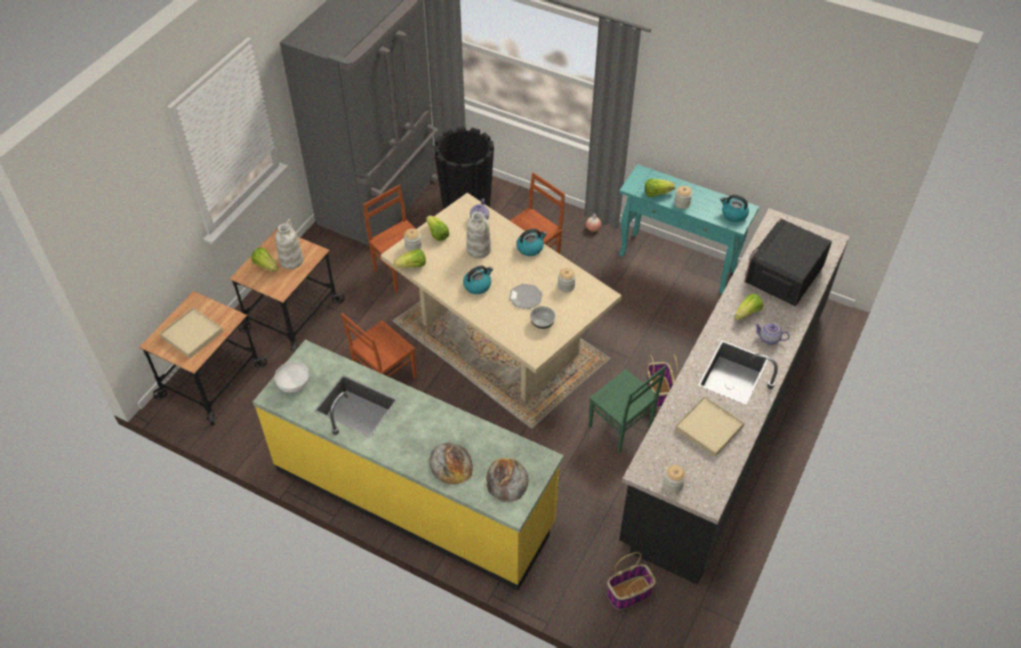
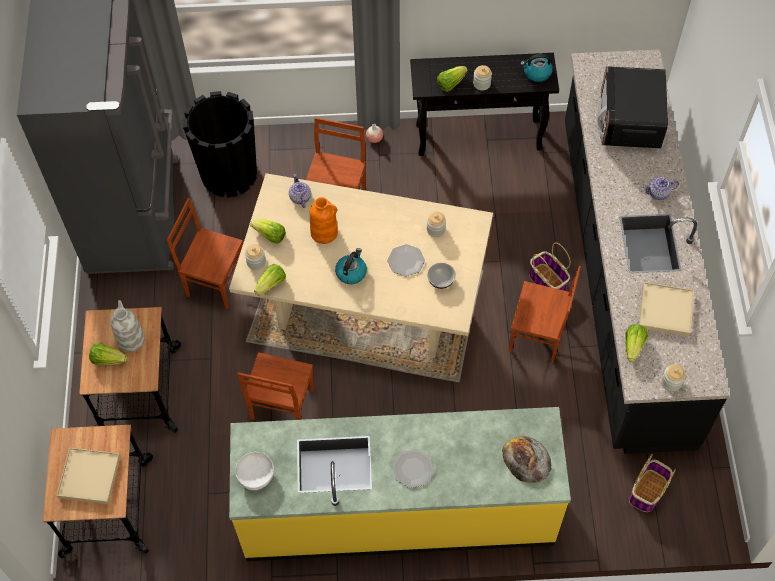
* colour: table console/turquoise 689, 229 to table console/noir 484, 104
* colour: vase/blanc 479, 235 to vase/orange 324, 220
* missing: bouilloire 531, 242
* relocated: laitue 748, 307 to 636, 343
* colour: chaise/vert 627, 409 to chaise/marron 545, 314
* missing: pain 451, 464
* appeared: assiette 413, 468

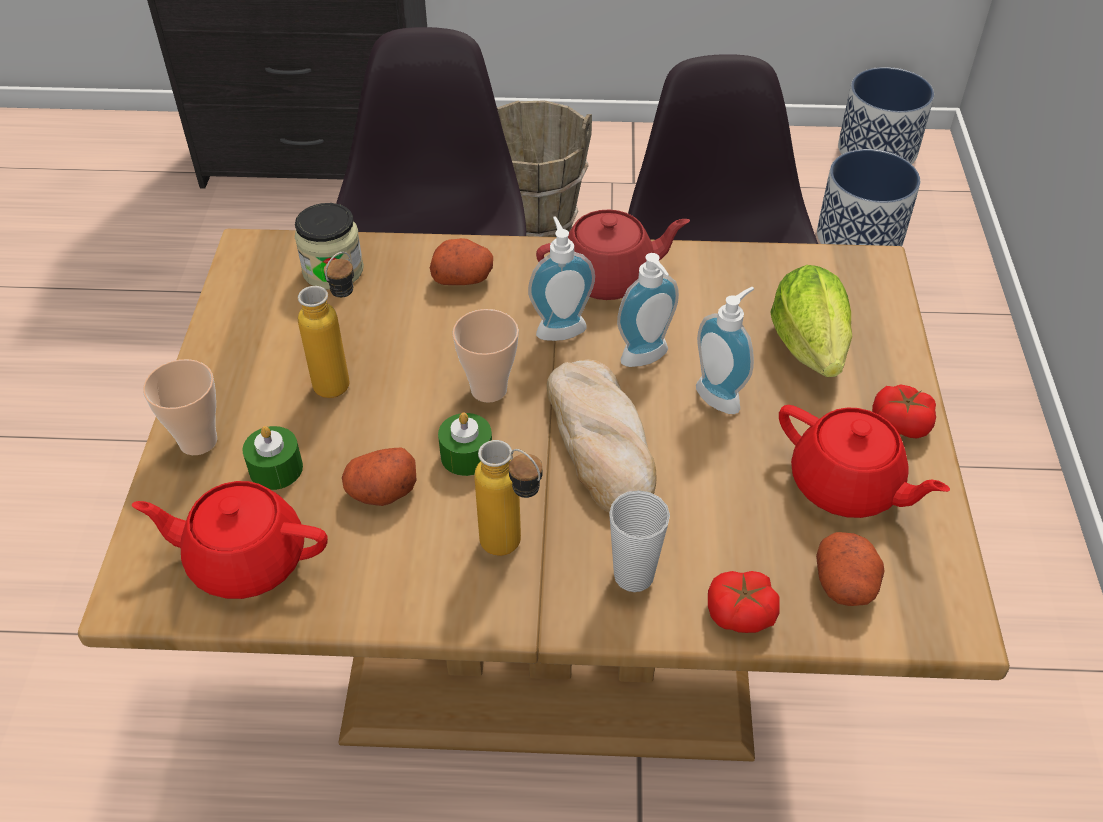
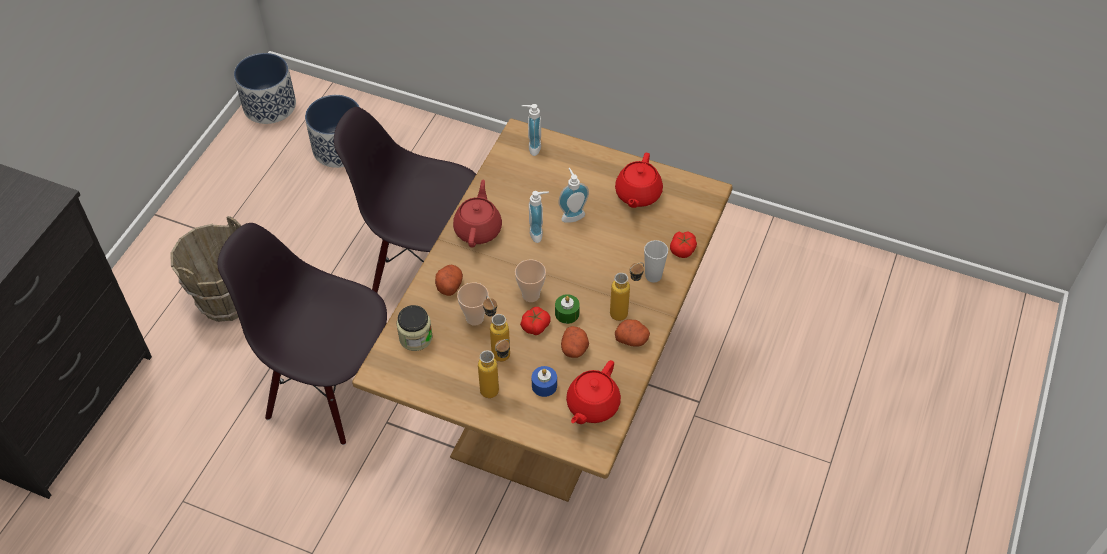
* relocated: distributeur de savon 561, 278 to 531, 130
* missing: laitue 811, 321
* relocated: tasse 180, 407 to 473, 304
* missing: pain 602, 436
* relocated: tomate 904, 411 to 535, 321
* spun: théière/rouge 864, 461 = 639, 180 135 degrees clockwise
* colour: bougie/vert 272, 458 to bougie/bleu 544, 381
* relocated: pomme de terre 850, 569 to 632, 333
* appeared: bouteille 494, 368

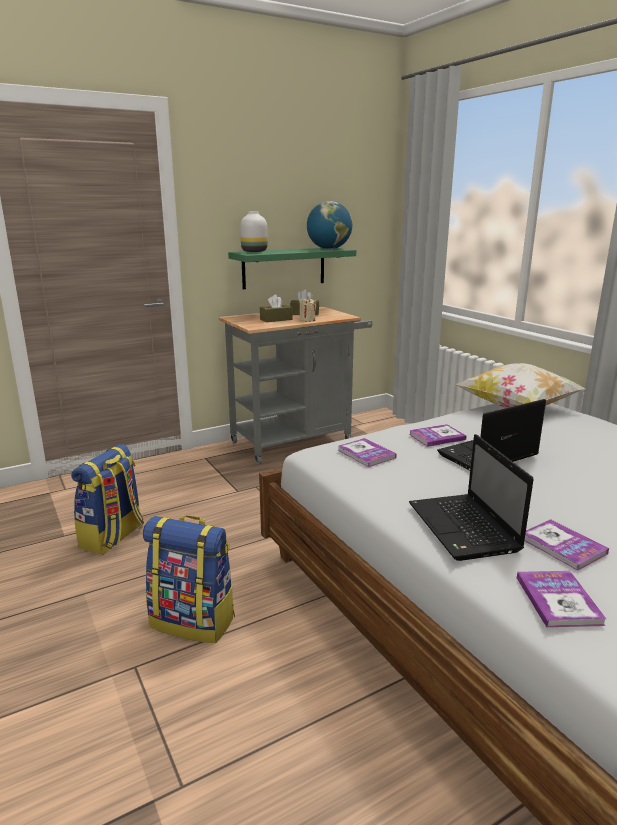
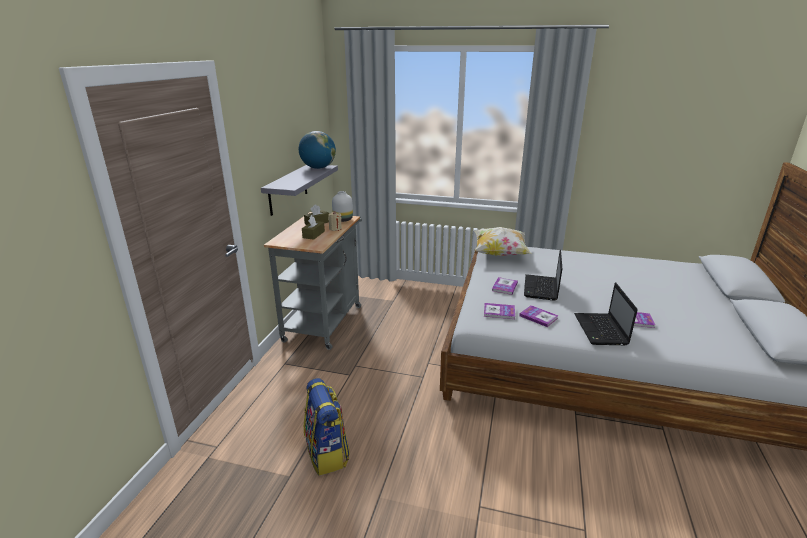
* relocated: vase/blanc 254, 232 to 342, 206
* colour: étagère/vert 292, 268 to étagère/gris 299, 190
* spun: ordinateur portable 471, 497 = 606, 314 60 degrees clockwise
* missing: sac à dos 189, 579
* relocated: livre 561, 599 to 539, 316

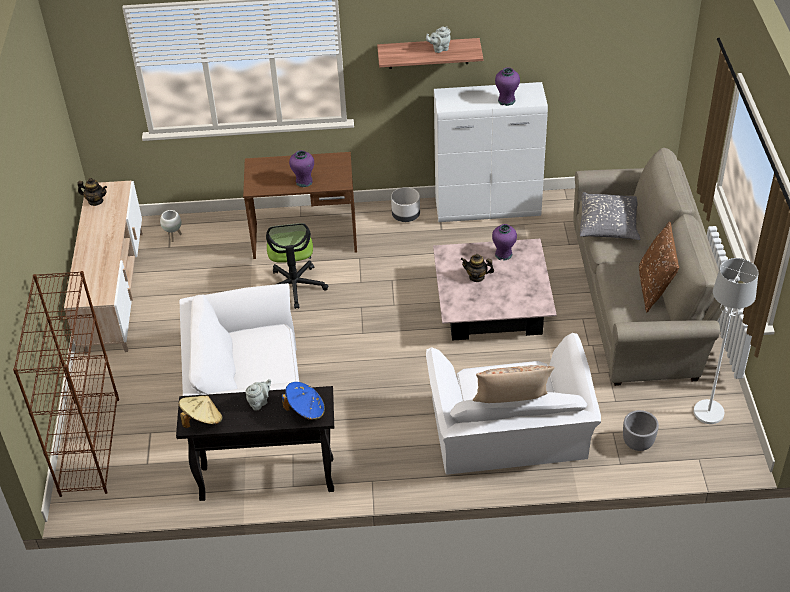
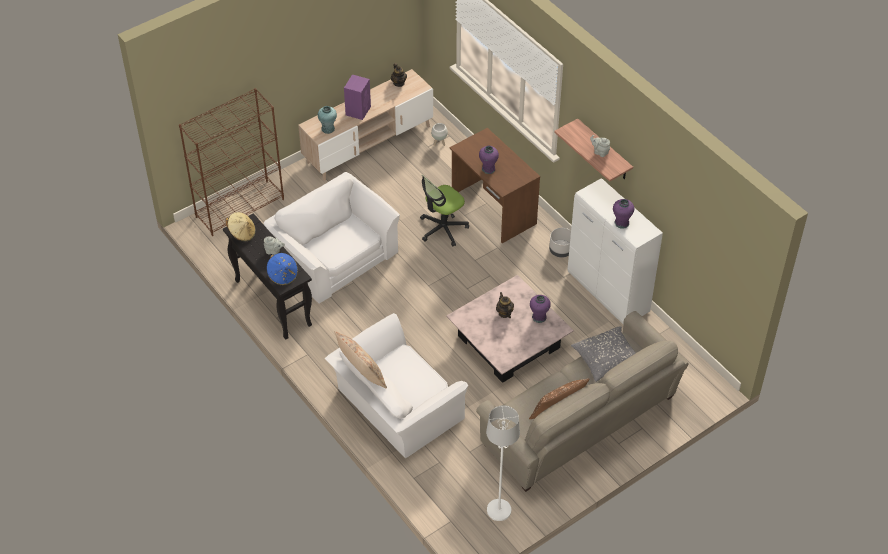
* missing: cache-pot/gris 641, 430
* appeared: enceinte/violet 357, 97
* appeared: vase/turquoise 327, 120

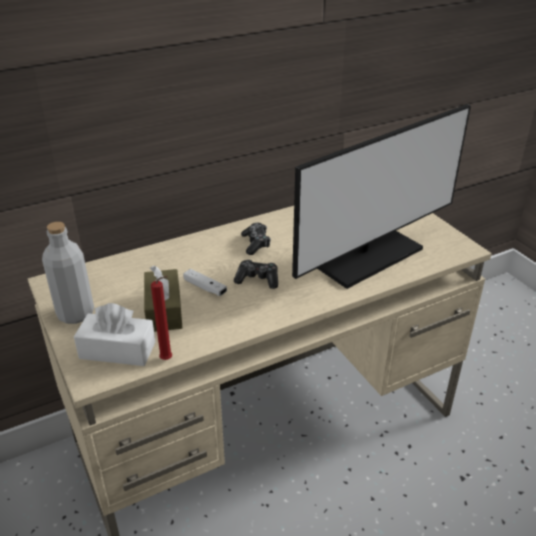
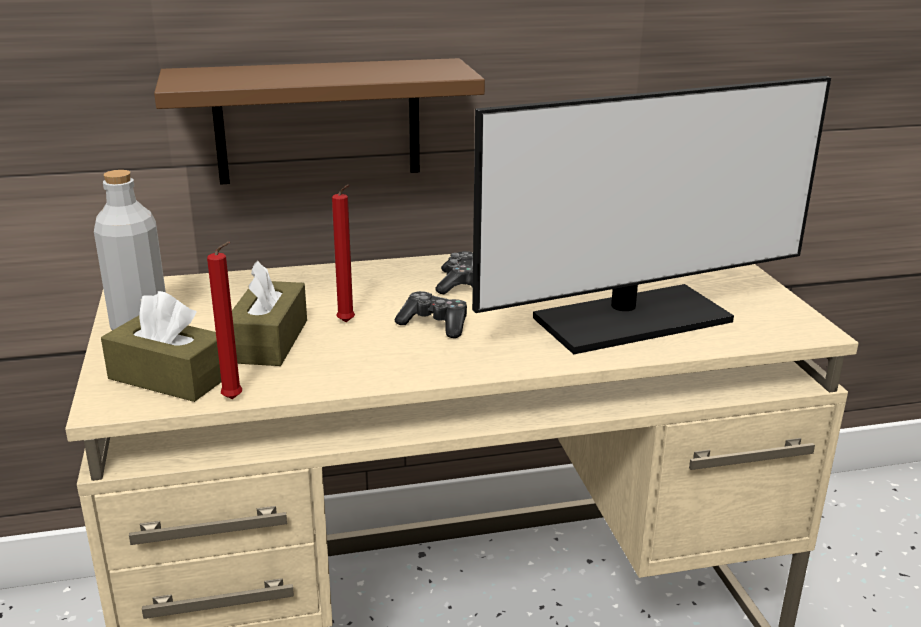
* exchanged: manette/blanc 205, 282 to bougie/rouge 343, 253
* colour: boîte à mouchoirs/blanc 114, 334 to boîte à mouchoirs/marron 161, 346
* appeared: étagère/marron 319, 121

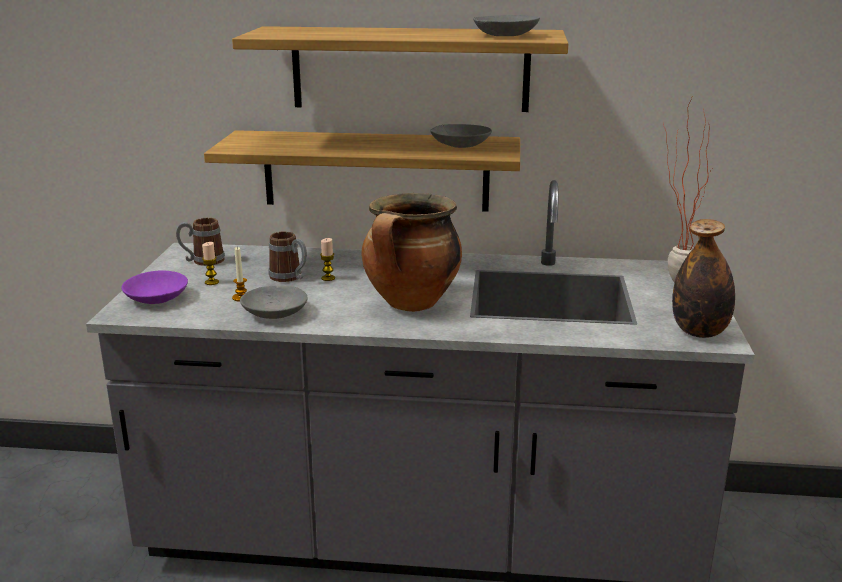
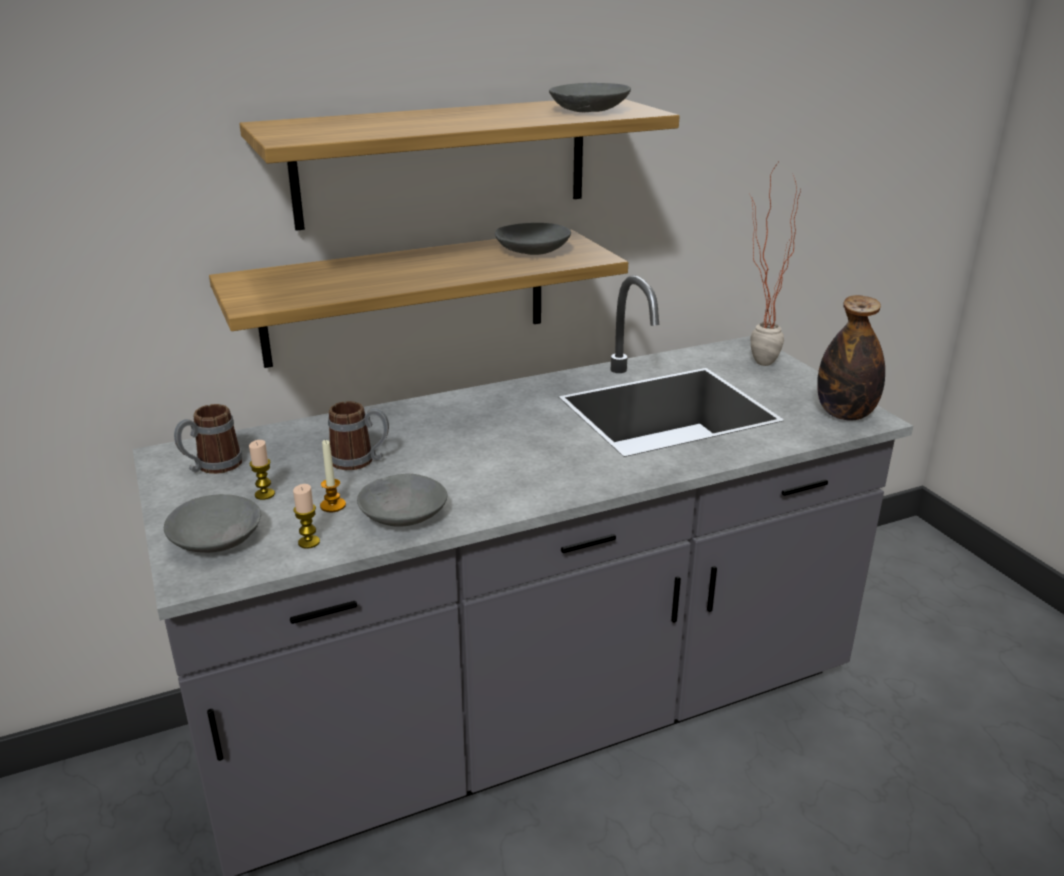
* missing: marmite 412, 252
* relocated: bougie 327, 259 to 306, 516
* colour: bol/violet 154, 287 to bol/gris 212, 523

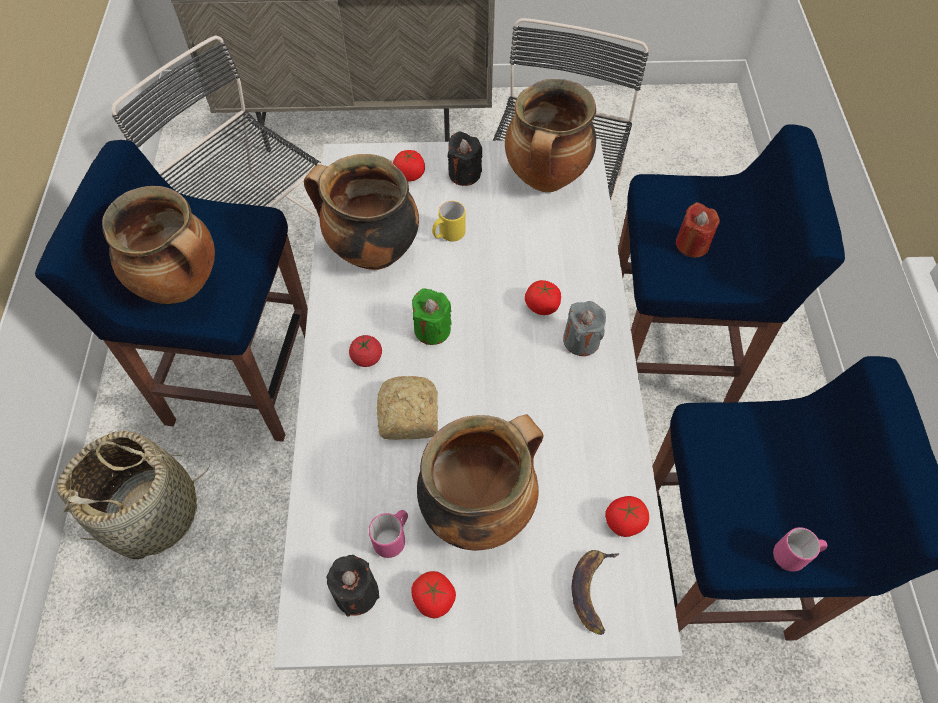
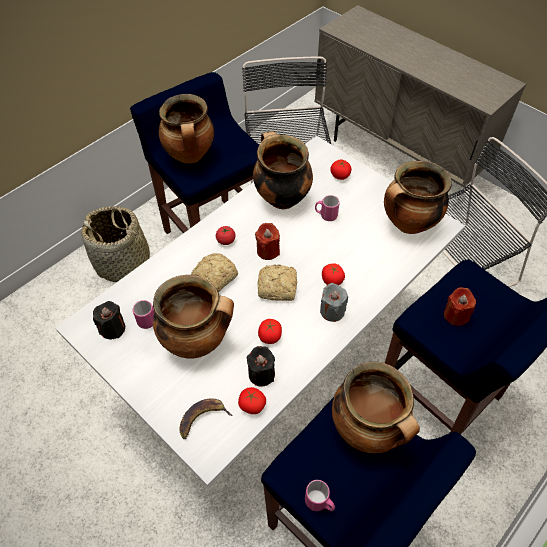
* relocated: bougie/noir 465, 159 to 261, 366
* colour: mug/jaune 449, 221 to mug/rose 327, 208
* colour: bougie/vert 431, 316 to bougie/rouge 267, 241
* relocated: tomate 433, 595 to 270, 331
* appeared: pain 277, 282
* appeared: marmite 376, 407

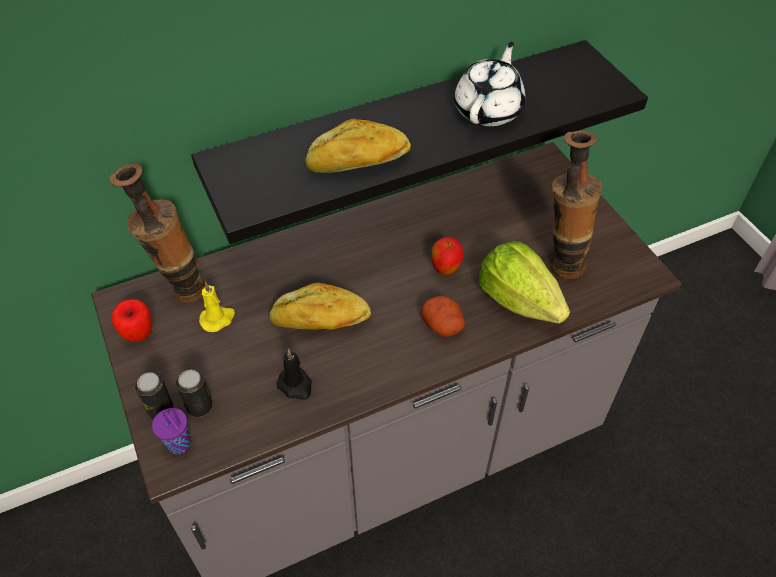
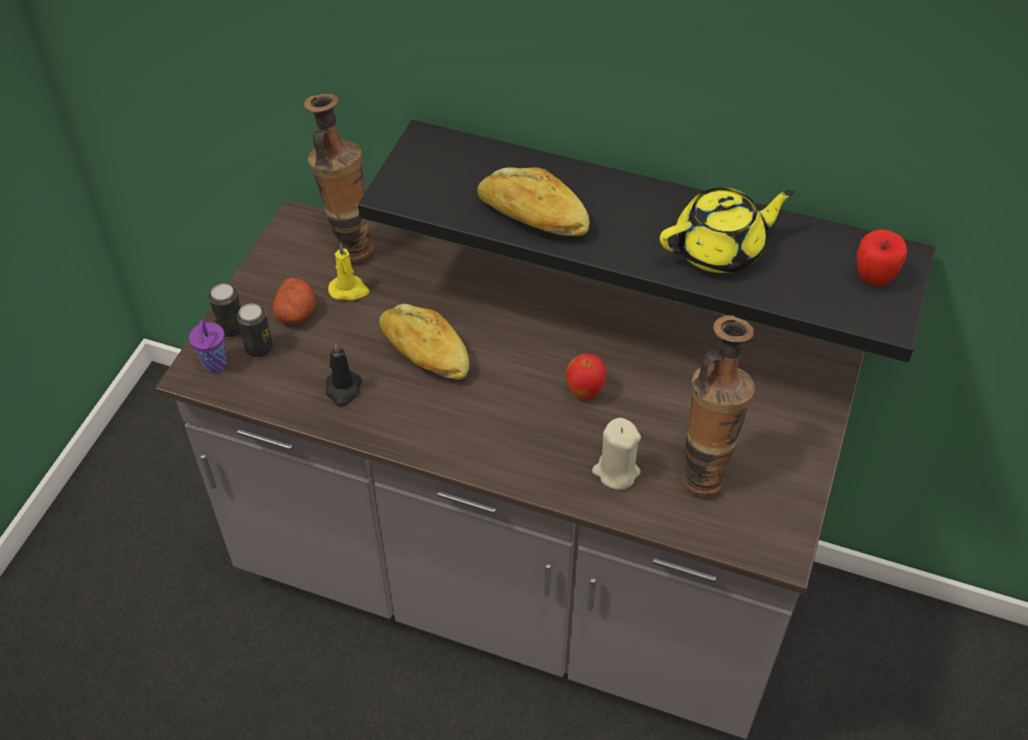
* colour: théière/blanc 490, 84 to théière/jaune 727, 230
* exchanged: laitue 524, 282 to bougie/beige 616, 454
* relocated: pomme de terre 443, 316 to 294, 300
* relocated: pomme 131, 320 to 882, 257

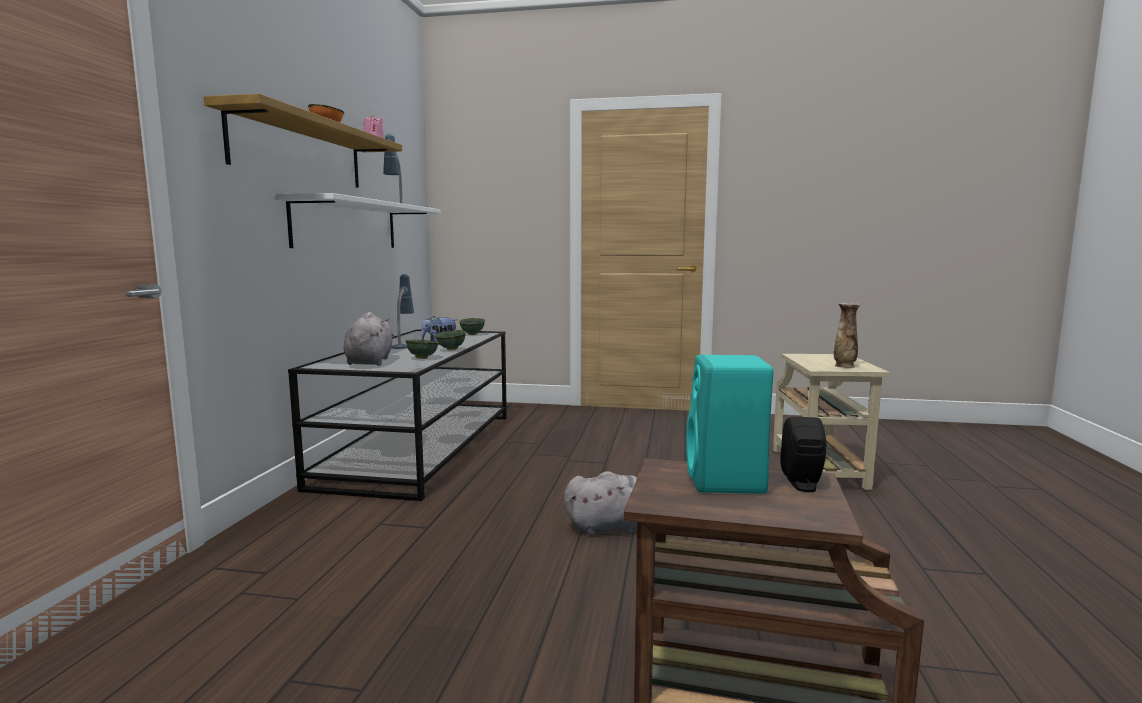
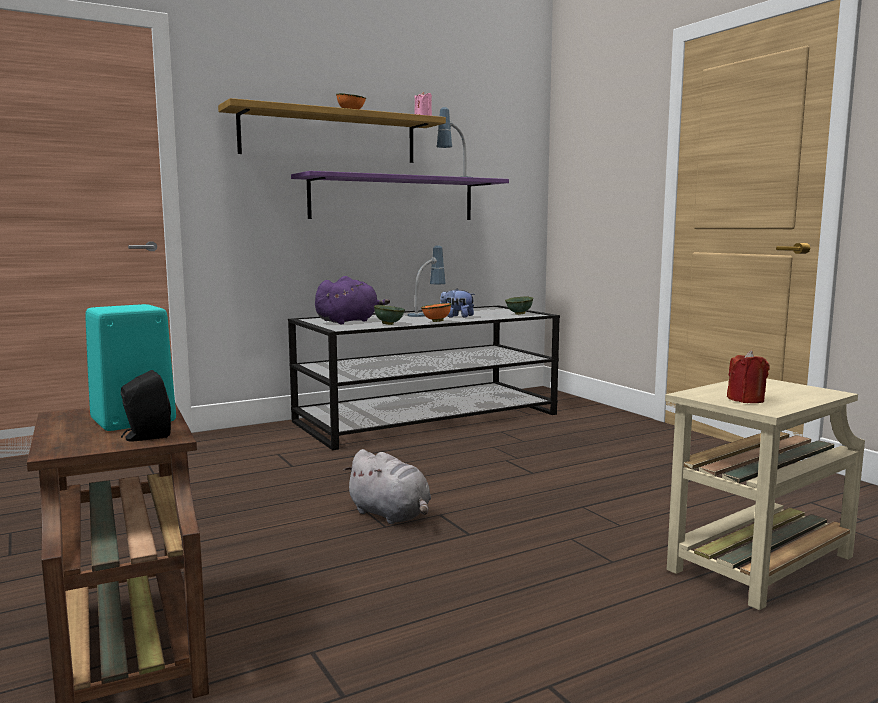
* colour: étagère/blanc 357, 220 to étagère/violet 400, 195
* exchanged: vase 847, 335 to bougie/rouge 748, 376
* colour: peluche/gris 368, 339 to peluche/violet 352, 300
* colour: bol/vert 450, 340 to bol/orange 436, 312

